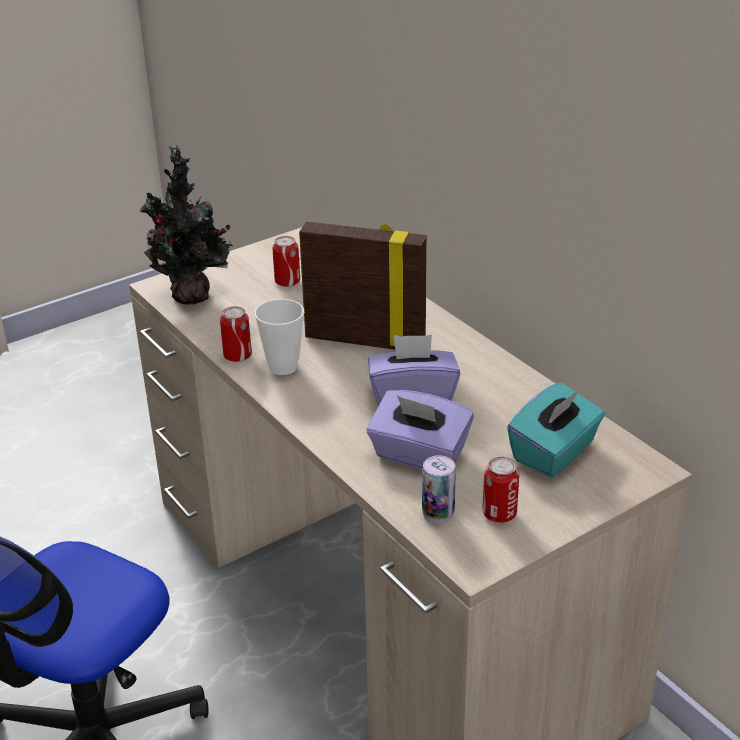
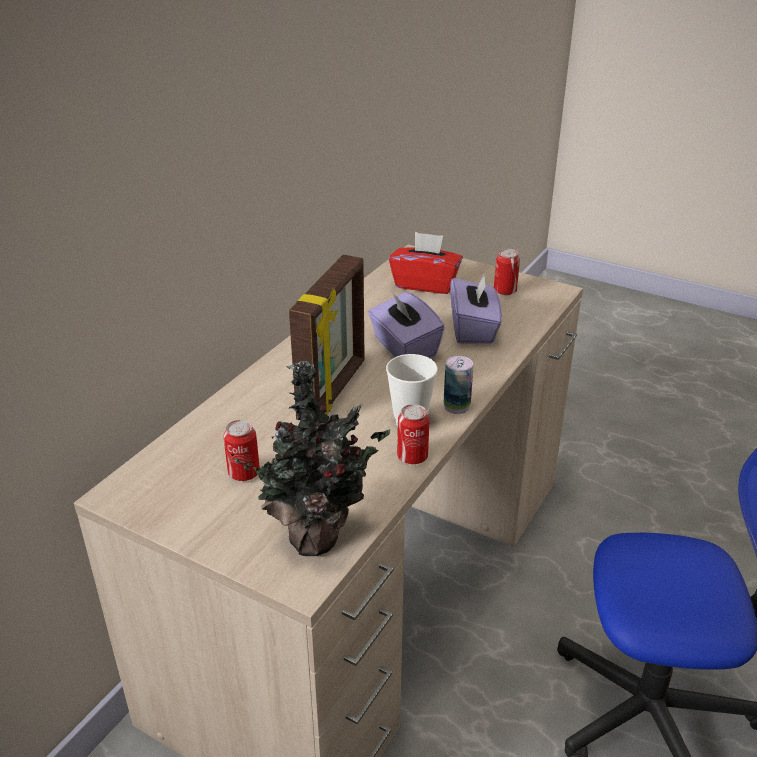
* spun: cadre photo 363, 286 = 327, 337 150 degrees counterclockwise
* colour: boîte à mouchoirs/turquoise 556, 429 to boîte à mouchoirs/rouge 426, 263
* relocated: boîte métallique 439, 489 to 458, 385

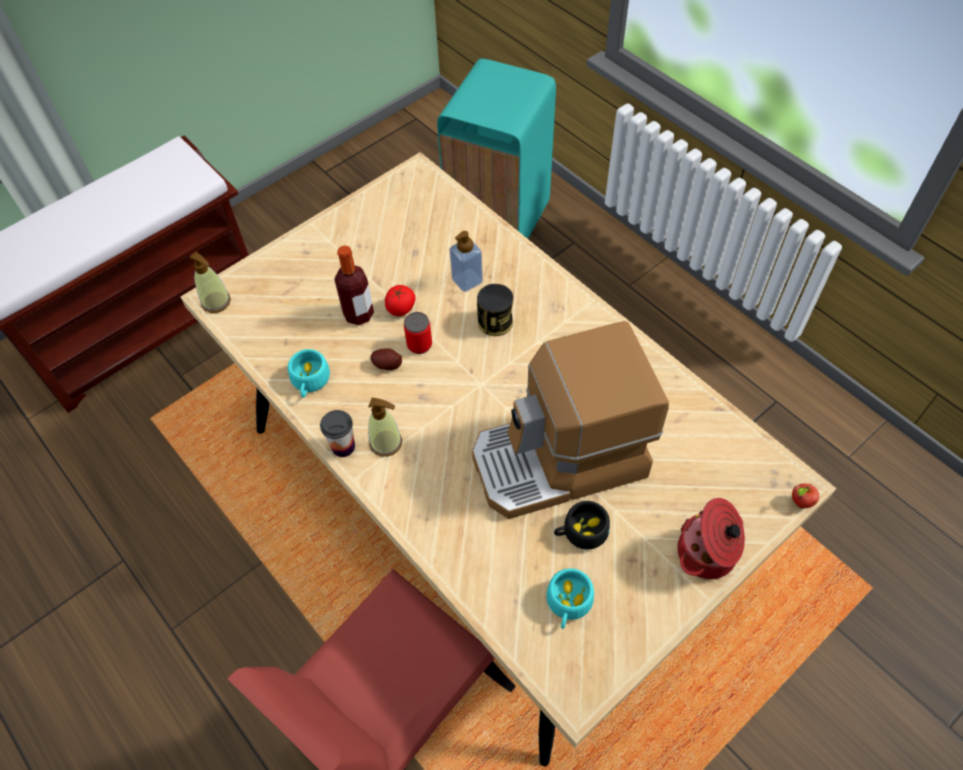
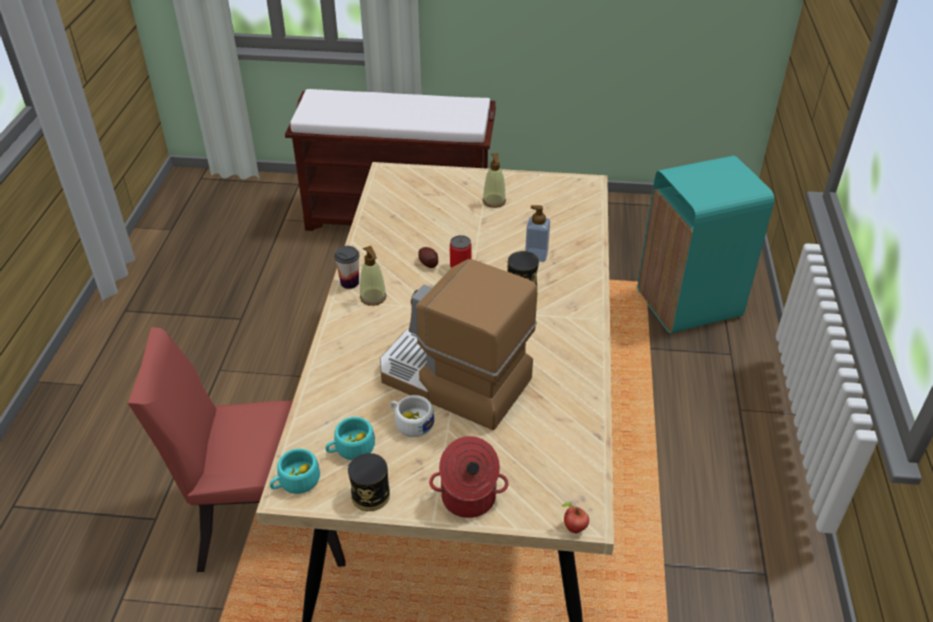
* missing: bouteille 354, 285
* relocated: distributeur de savon 210, 282 to 494, 180
* missing: tomate 400, 300
* relocated: tasse/turquoise 309, 373 to 295, 471
* colour: tasse/noir 582, 525 to tasse/blanc 412, 416
* appeared: boîte métallique 369, 482

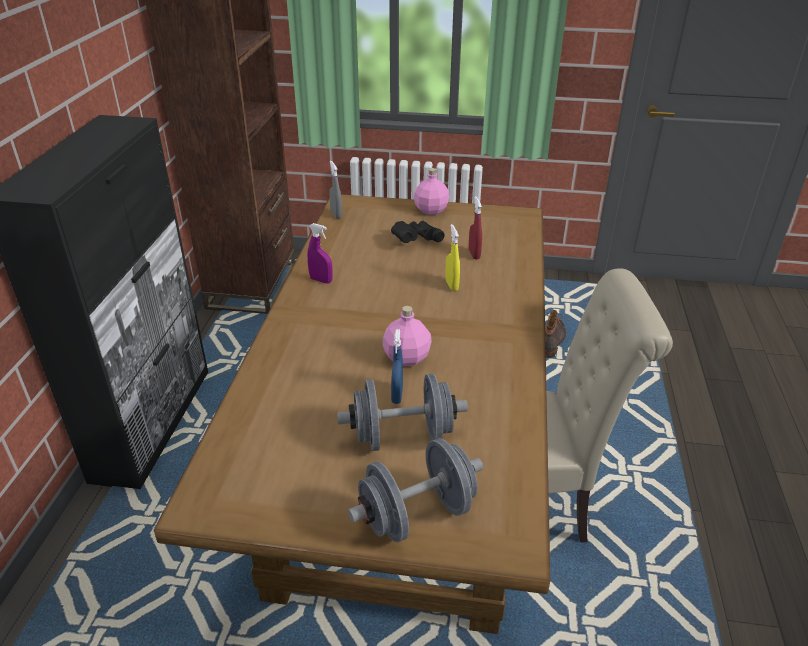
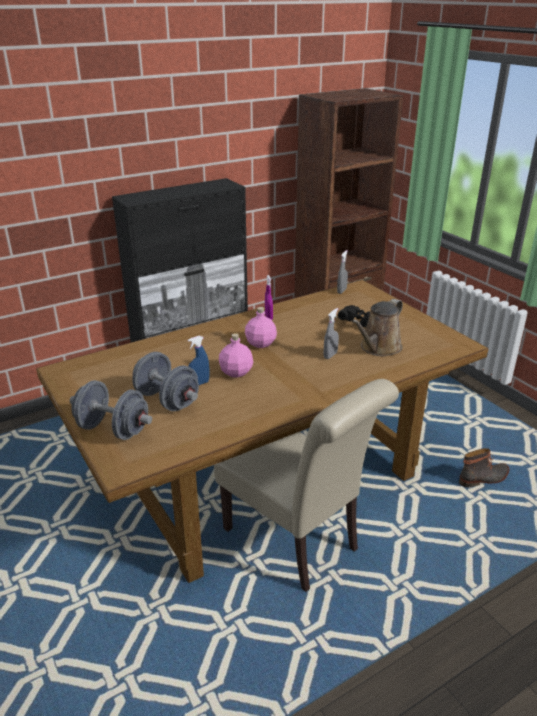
* relocated: bouteille/rose 431, 191 to 261, 327
* exchanged: vaporisateur/rouge 475, 228 to arrosoir/marron 377, 327
* colour: vaporisateur/jaune 452, 257 to vaporisateur/gris 331, 333

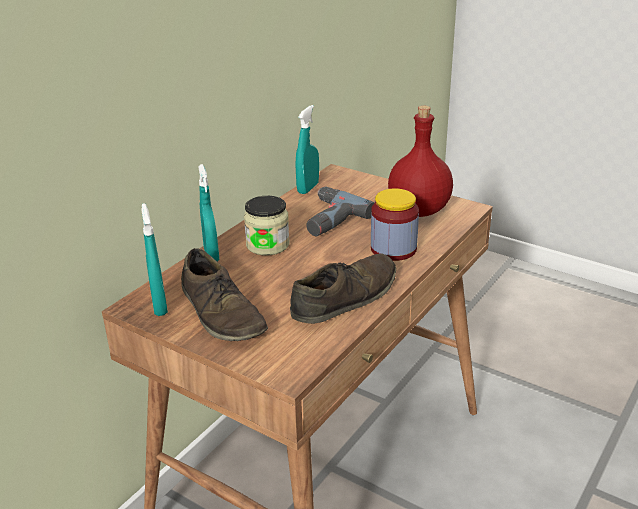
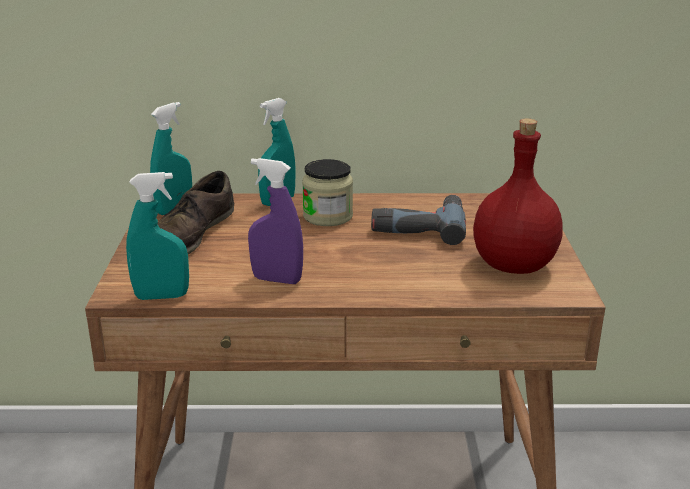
* relocated: vaporisateur/turquoise 307, 149 to 157, 236
* missing: bocal 395, 224
* exchanged: chaussure/marron 343, 289 to vaporisateur/violet 275, 221

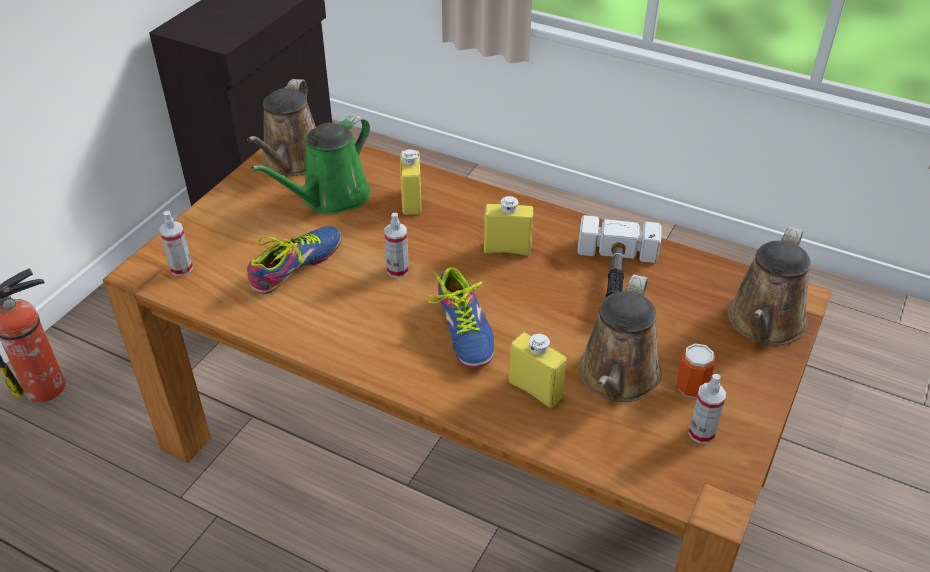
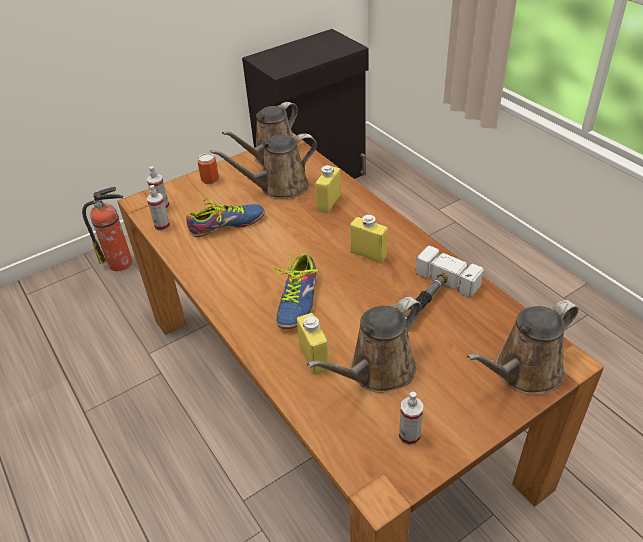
* colour: arrosoir/vert 311, 164 to arrosoir/marron 263, 166
* relocated: vaporisateur 396, 245 to 158, 208
* relocated: boîte métallique 695, 370 to 208, 169

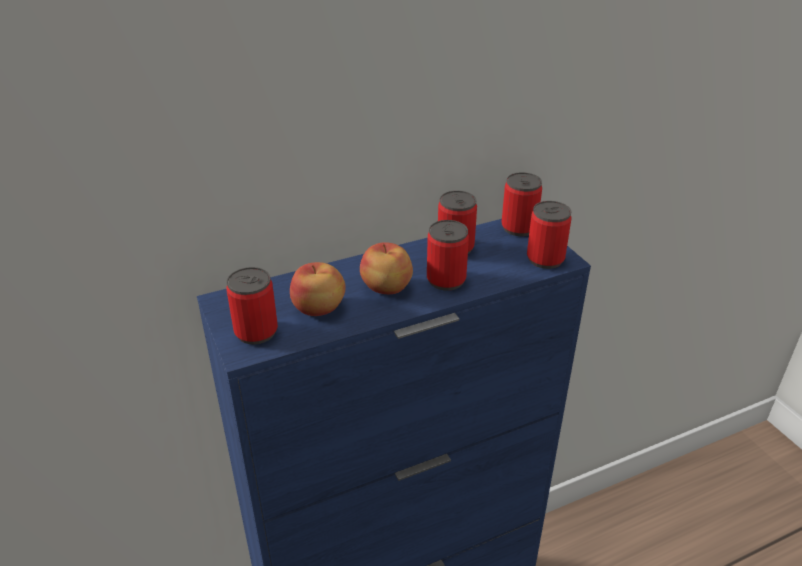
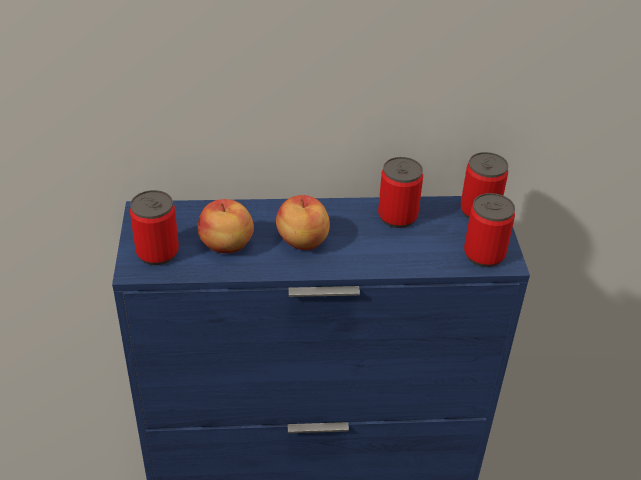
* missing: boîte métallique 448, 255

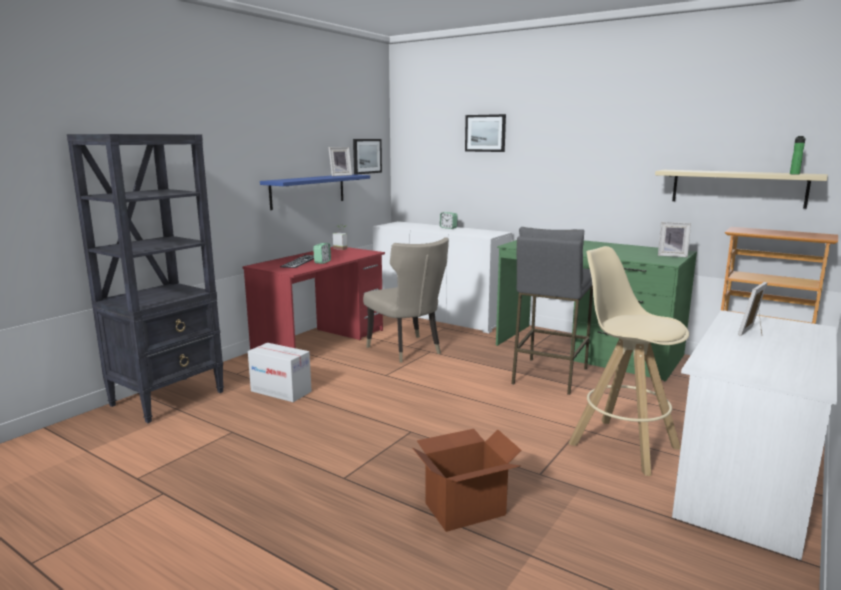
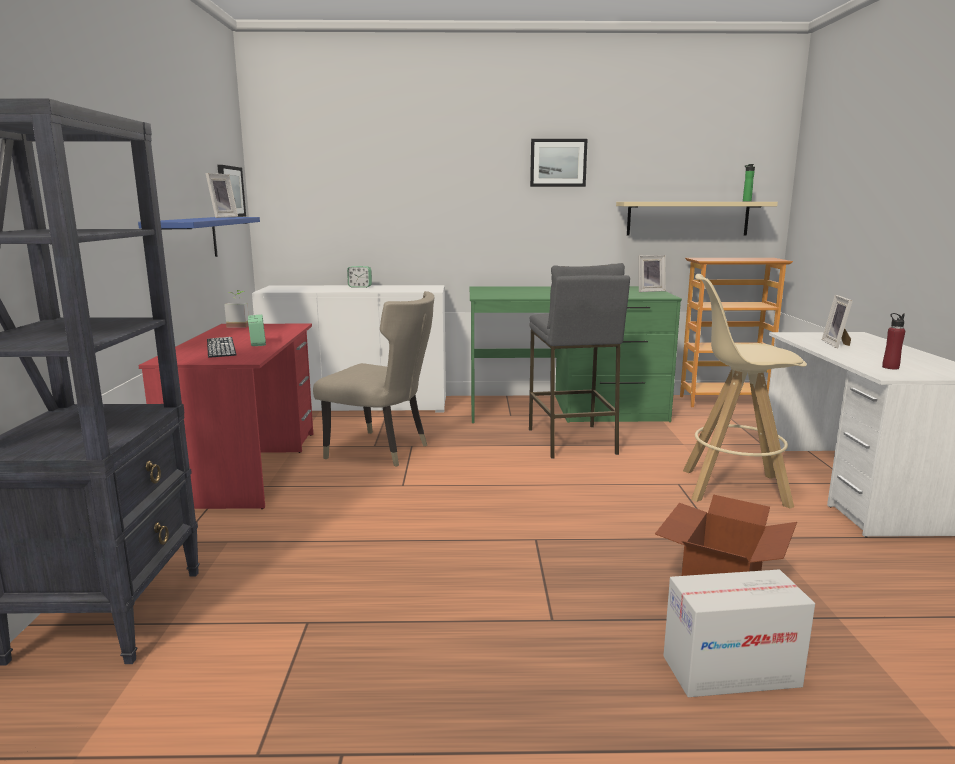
* relocated: tableau 485, 133 to 558, 163
* relocated: carton 280, 372 to 739, 633
* appeared: bouteille/rouge 893, 341

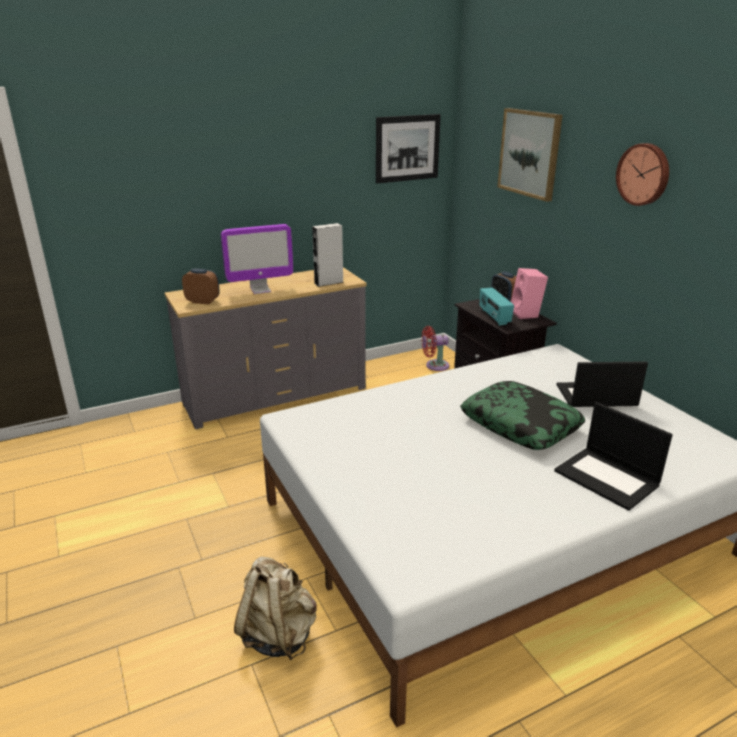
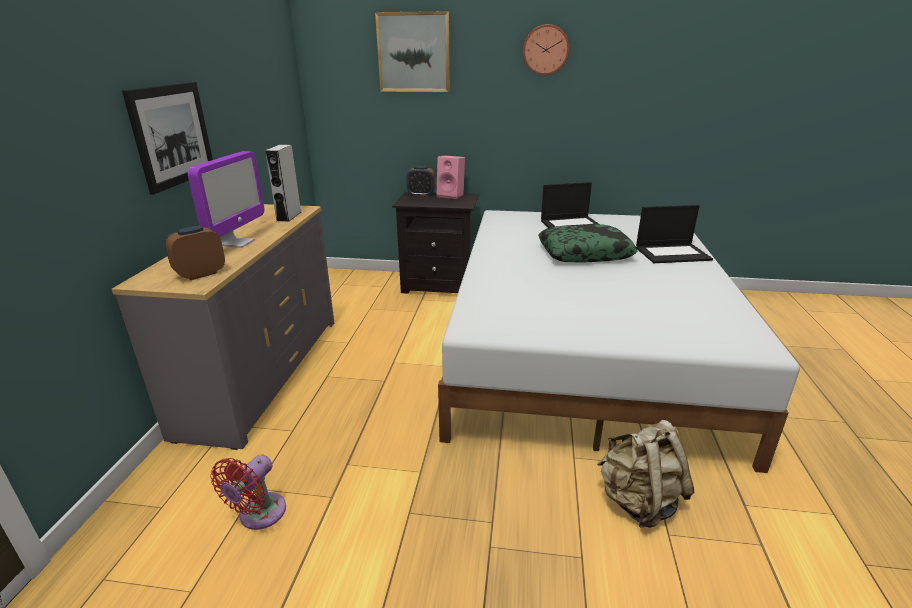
* relocated: tableau 408, 148 to 167, 138
* missing: radio 497, 307
* relocated: ventilateur/rouge 435, 348 to 248, 492
* spun: ordinateur portable 602, 384 = 570, 205 135 degrees counterclockwise

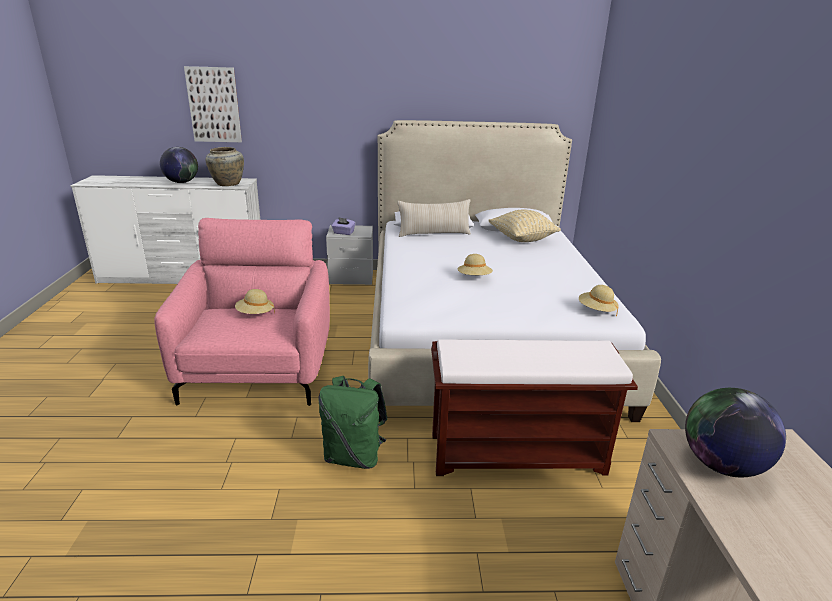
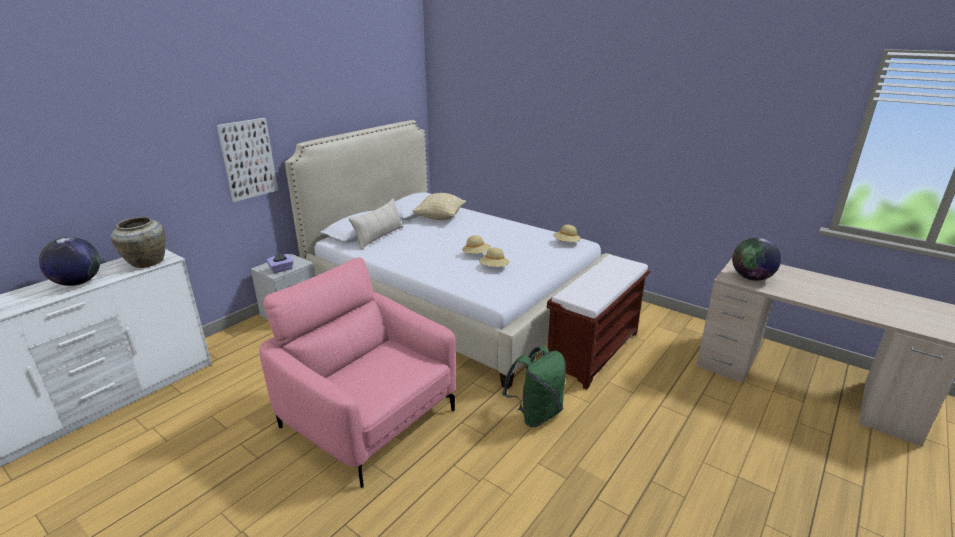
* relocated: tableau 213, 104 to 247, 160
* relocated: chapeau/beige 255, 301 to 494, 257

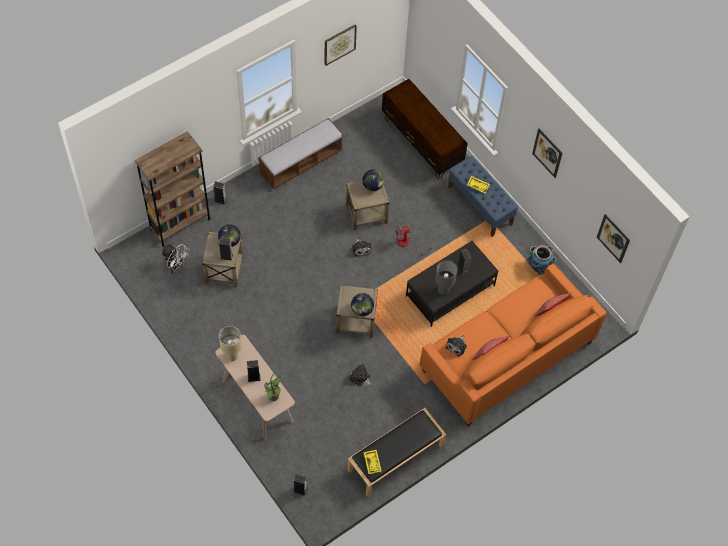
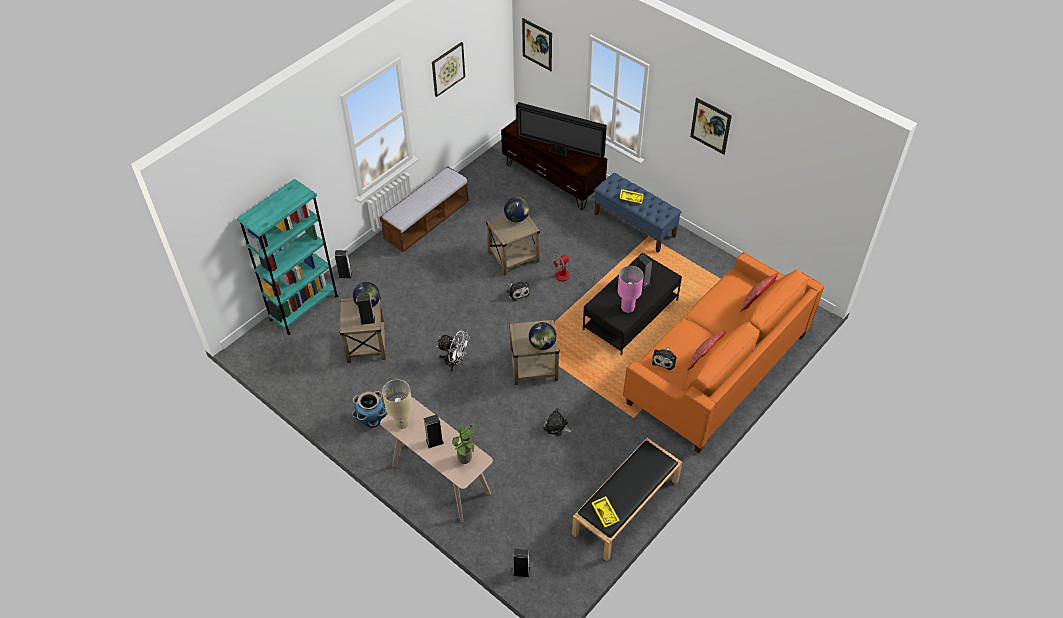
* colour: bibliothèque/marron 172, 189 to bibliothèque/turquoise 287, 257
* relocated: tableau 613, 238 to 537, 44
* relocated: ventilateur/blanc 175, 259 to 453, 351
* relocated: cache-pot 541, 259 to 369, 409
* colour: lampe de table/gris 446, 277 to lampe de table/rose 631, 289
* appeared: téléviseur 561, 130

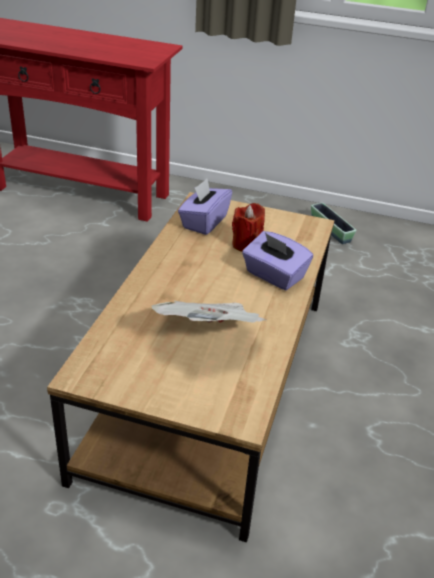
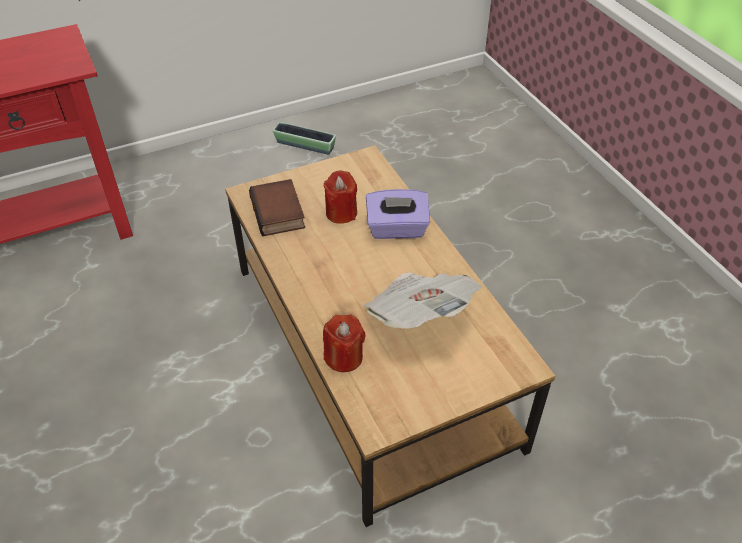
* exchanged: boîte à mouchoirs/violet 205, 207 to livre 277, 207
* appeared: bougie/rouge 344, 343

